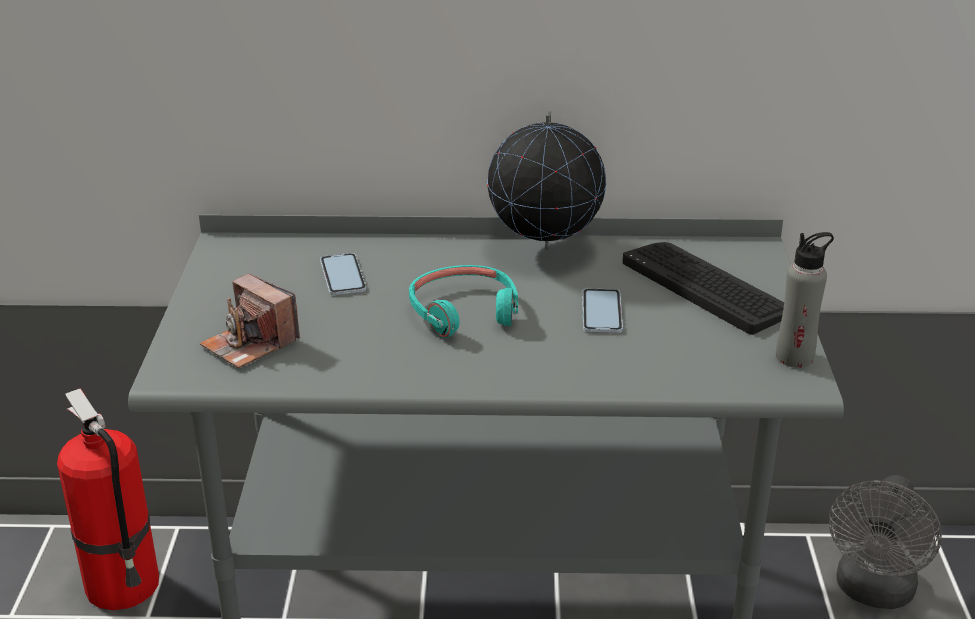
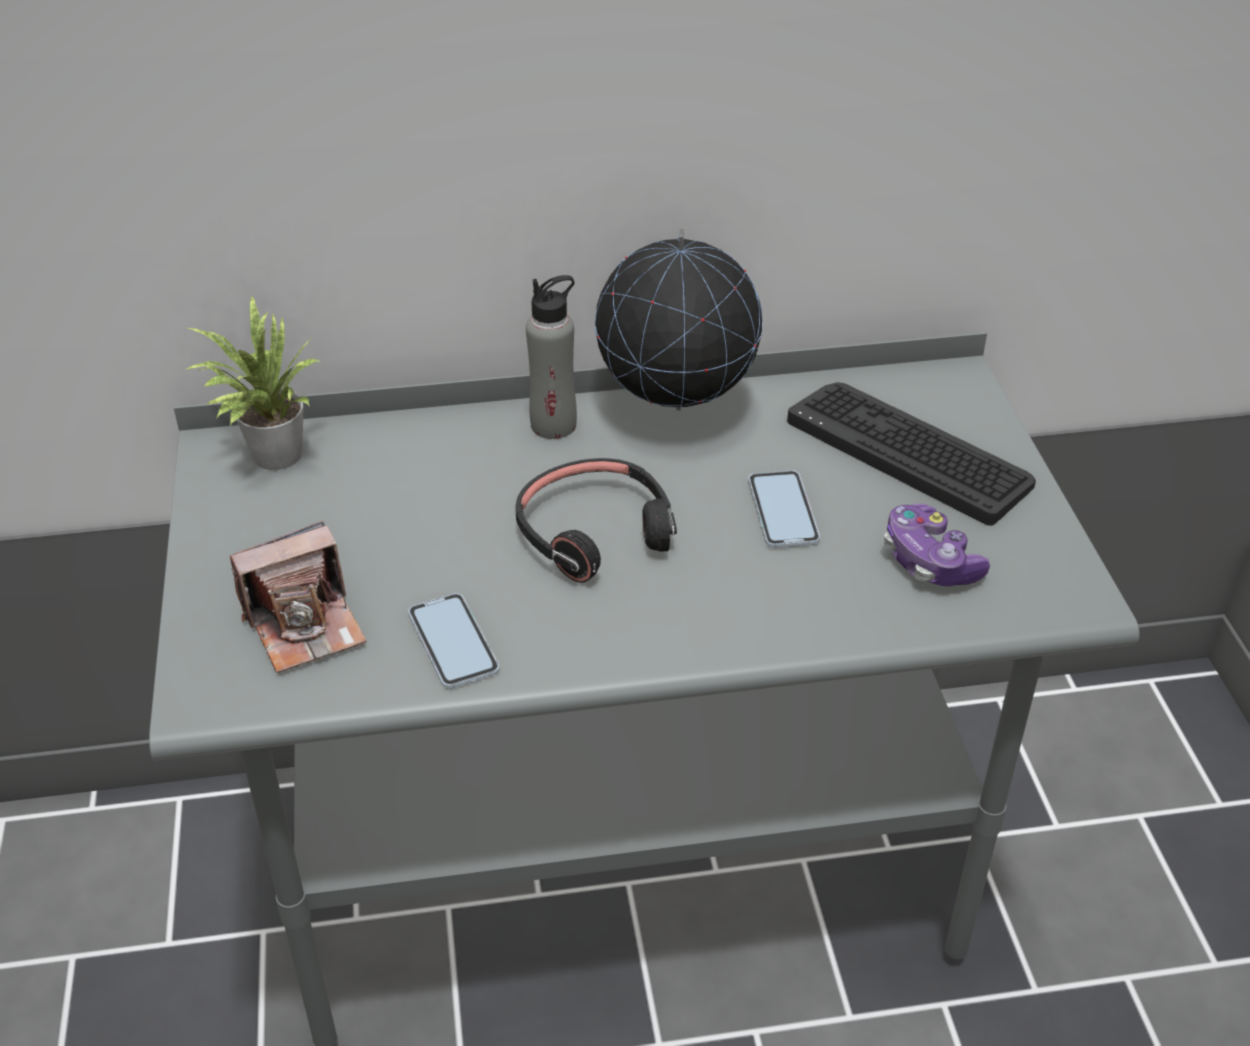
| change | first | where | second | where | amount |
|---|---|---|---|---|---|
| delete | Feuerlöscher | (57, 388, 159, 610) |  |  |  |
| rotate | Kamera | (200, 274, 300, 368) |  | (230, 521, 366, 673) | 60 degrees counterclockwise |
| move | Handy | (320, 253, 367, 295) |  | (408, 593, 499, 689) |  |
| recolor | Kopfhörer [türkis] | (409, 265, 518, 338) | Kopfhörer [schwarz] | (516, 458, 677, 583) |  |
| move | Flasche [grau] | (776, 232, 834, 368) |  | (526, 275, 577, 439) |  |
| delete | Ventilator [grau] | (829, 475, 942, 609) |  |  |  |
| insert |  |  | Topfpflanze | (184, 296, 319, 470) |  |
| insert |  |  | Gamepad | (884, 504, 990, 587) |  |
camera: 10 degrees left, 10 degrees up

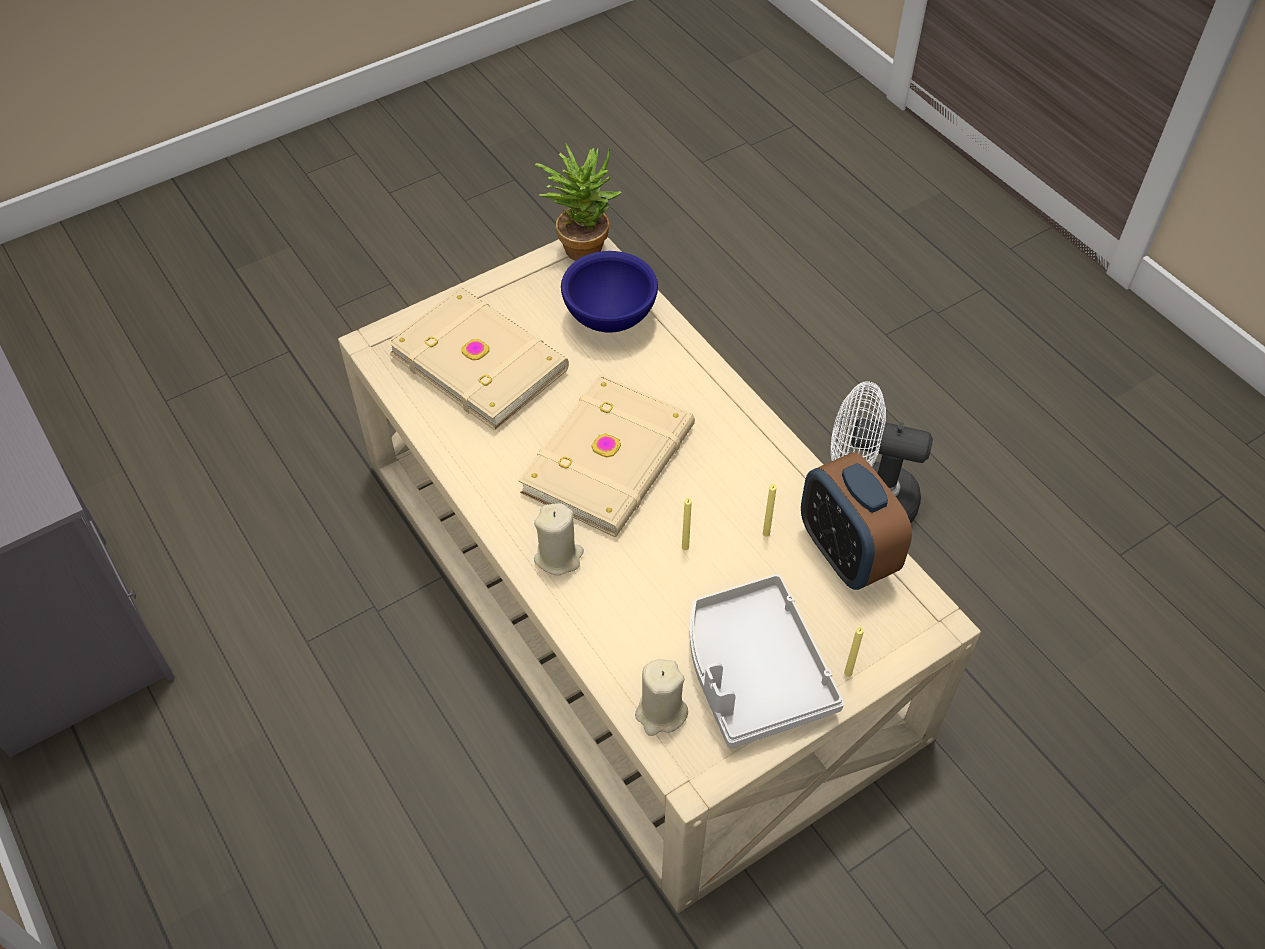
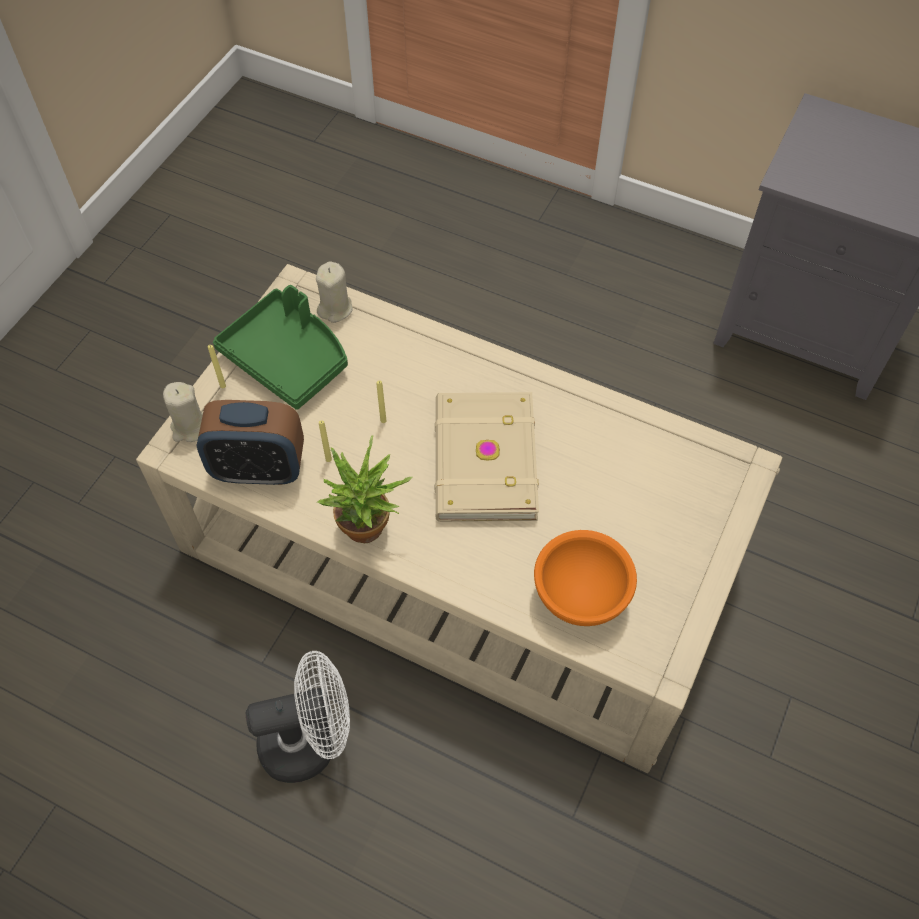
| change | first | where | second | where | amount |
|---|---|---|---|---|---|
| delete | Buch [beige] | (387, 287, 569, 431) |  |  |  |
| move | Kerze [beige] | (534, 503, 584, 575) |  | (163, 382, 203, 442) |  |
| move | Topfpflanze | (535, 144, 622, 261) |  | (317, 436, 413, 543) |  |
| recolor | Schüssel [blau] | (561, 251, 658, 333) | Schüssel [orange] | (534, 530, 637, 626) |  |
| recolor | Tablett [grau] | (690, 574, 844, 748) | Tablett [grün] | (213, 285, 348, 410) |  |
| rotate | Wecker | (801, 452, 912, 590) |  | (197, 400, 304, 485) | 150 degrees clockwise |
camera: 150 degrees right, 5 degrees up

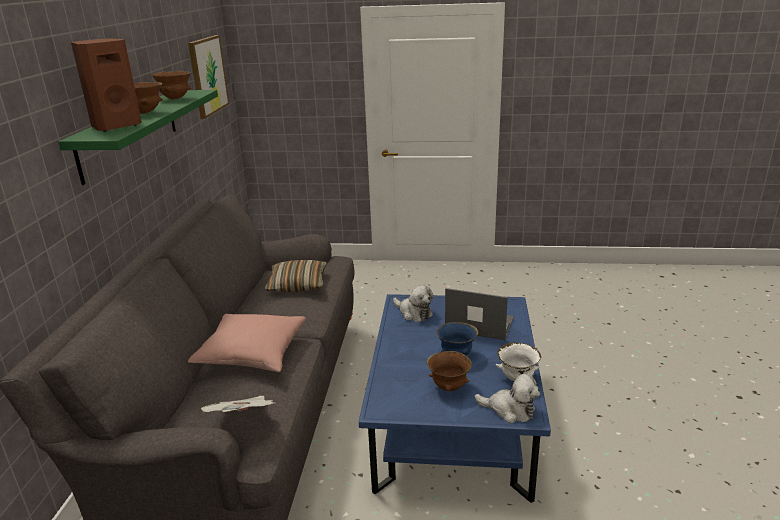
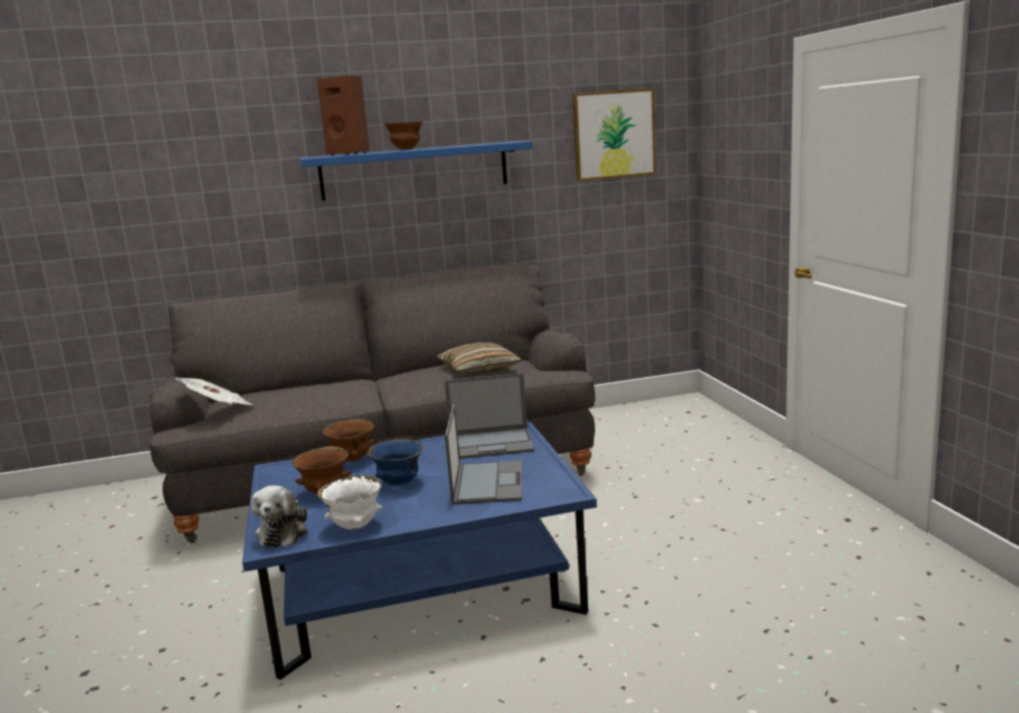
| change | first | where | second | where | amount |
|---|---|---|---|---|---|
| recolor | Wandregal [grün] | (58, 90, 218, 185) | Wandregal [blau] | (300, 141, 532, 201) |  |
| move | Schüssel [braun] | (152, 71, 192, 100) |  | (323, 419, 375, 462) |  |
| delete | Kissen [rosa] | (188, 314, 306, 372) |  |  |  |
| replace | Plüschtier | (393, 285, 434, 322) | Laptop | (444, 373, 534, 459) |  |
camera: 70 degrees right, 10 degrees down

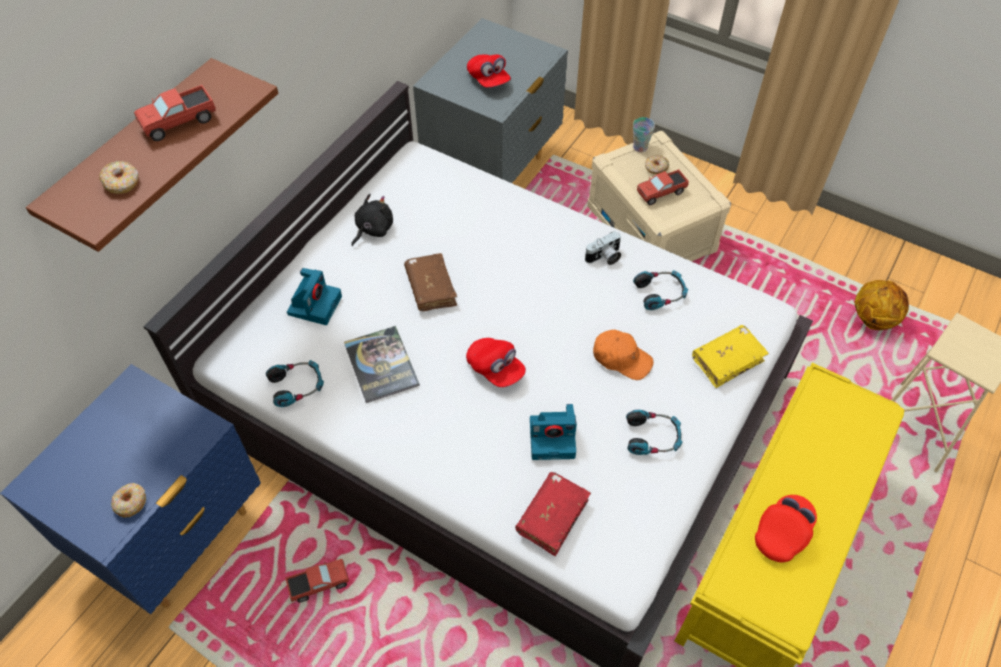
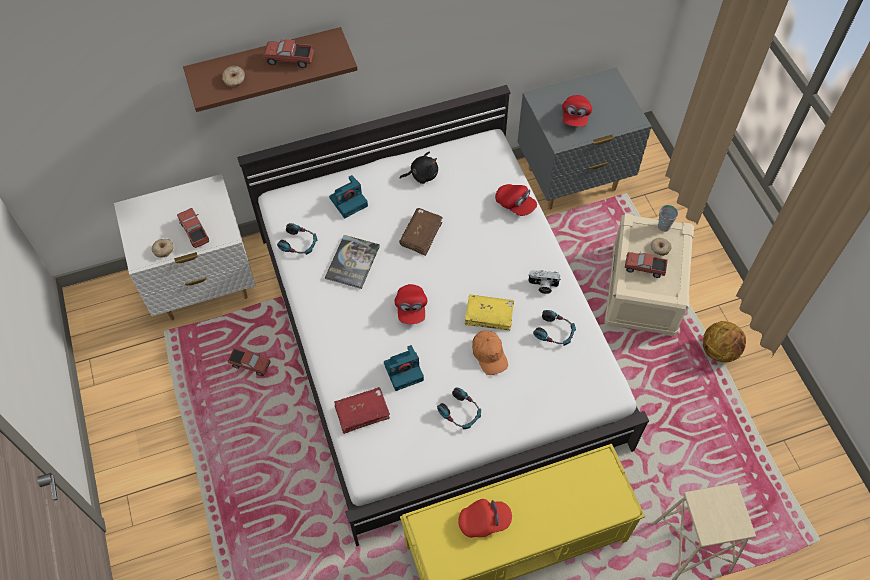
| change | first | where | second | where | amount |
|---|---|---|---|---|---|
| recolor | Nachttisch [blau] | (0, 364, 261, 614) | Nachttisch [weiß] | (114, 174, 256, 320) |  |
| rotate | Kamera | (530, 404, 577, 460) |  | (384, 345, 424, 391) | 60 degrees counterclockwise |
| move | Buch [gelb] | (692, 325, 769, 388) |  | (465, 294, 514, 331) |  |
| move | Basketball | (854, 280, 909, 330) |  | (703, 321, 746, 362) |  |
| insert |  |  | Spielzeuglaster | (177, 208, 209, 248) |  |
| insert |  |  | Kappe [rot] | (495, 184, 537, 216) |  |
camera: 40 degrees right, 5 degrees up

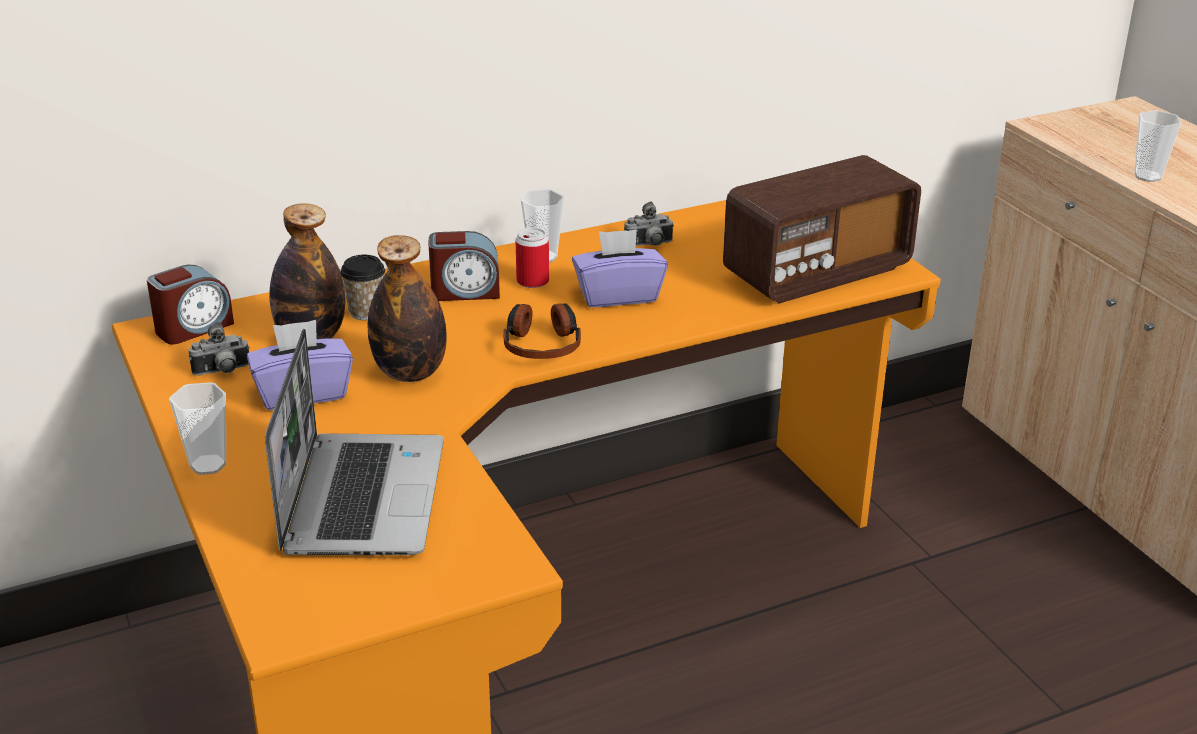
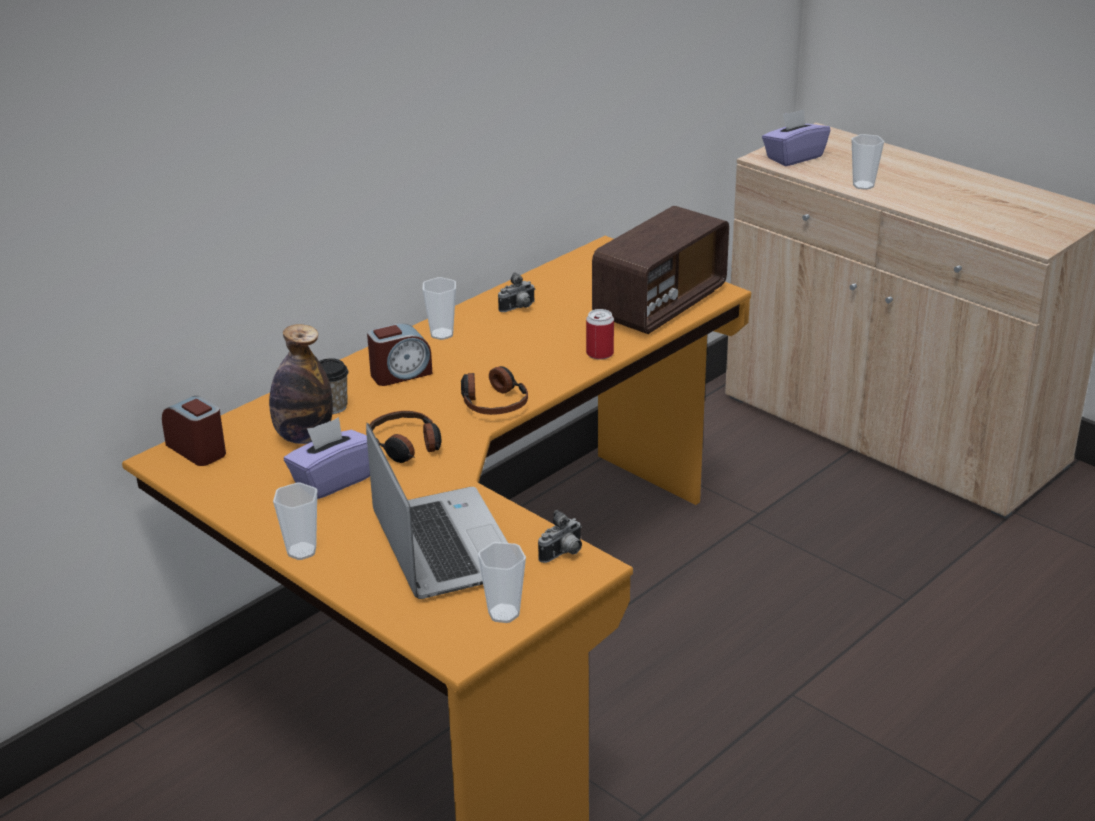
| change | first | where | second | where | amount |
|---|---|---|---|---|---|
| rotate | Wecker | (147, 265, 234, 344) |  | (162, 396, 226, 466) | 75 degrees counterclockwise |
| move | Kamera | (189, 322, 249, 375) |  | (538, 510, 582, 563) |  |
| replace | Flasche | (368, 235, 447, 382) | Kopfhörer | (369, 411, 441, 463) |  |
| move | Dose | (516, 227, 549, 288) |  | (586, 309, 614, 360) |  |
| move | Taschentuchbox [lila] | (572, 229, 668, 307) |  | (762, 109, 830, 166) |  |
| insert |  |  | Tasse | (478, 542, 526, 623) |  |
camera: 20 degrees left, 0 degrees up

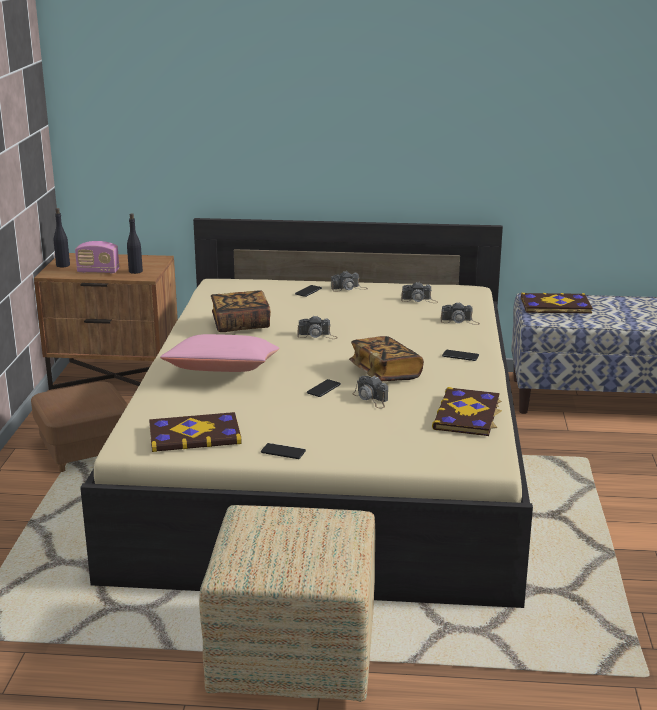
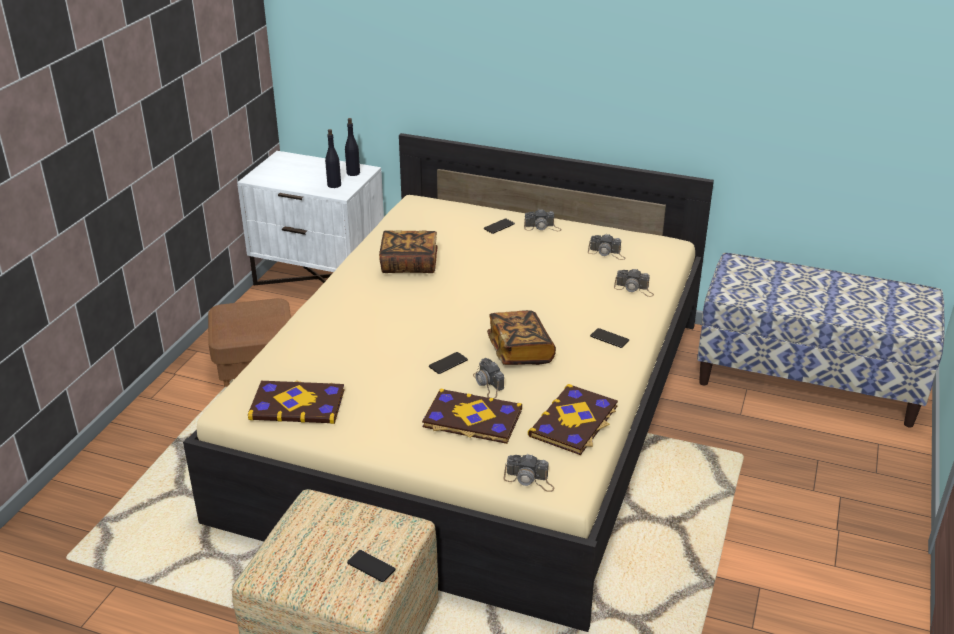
| change | first | where | second | where | amount |
|---|---|---|---|---|---|
| recolor | Nachttisch [braun] | (34, 253, 178, 390) | Nachttisch [weiß] | (237, 151, 384, 285) |  |
| move | Flasche [schwarz] | (54, 208, 70, 268) |  | (345, 118, 360, 176) |  |
| delete | Radio | (75, 241, 119, 273) |  |  |  |
| delete | Kissen [rosa] | (160, 334, 279, 372) |  |  |  |
| move | Handy | (261, 443, 306, 459) |  | (347, 550, 395, 582) |  |
| move | Kamera | (297, 316, 338, 339) |  | (504, 454, 554, 492) |  |
| move | Buch | (521, 293, 593, 314) |  | (422, 388, 522, 444) |  |
camera: 15 degrees right, 10 degrees up

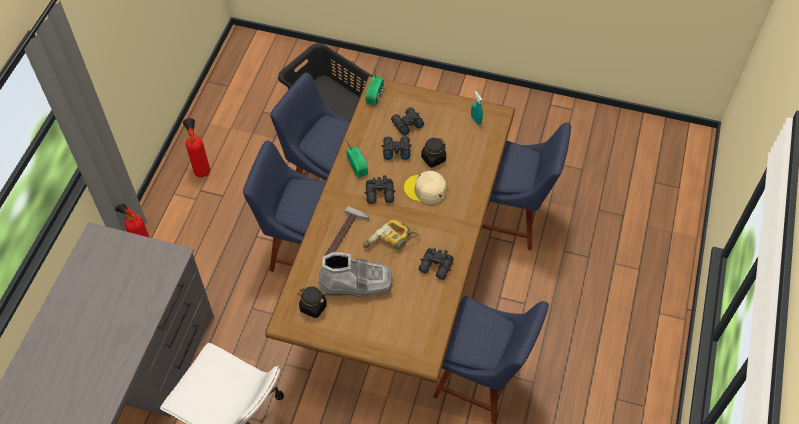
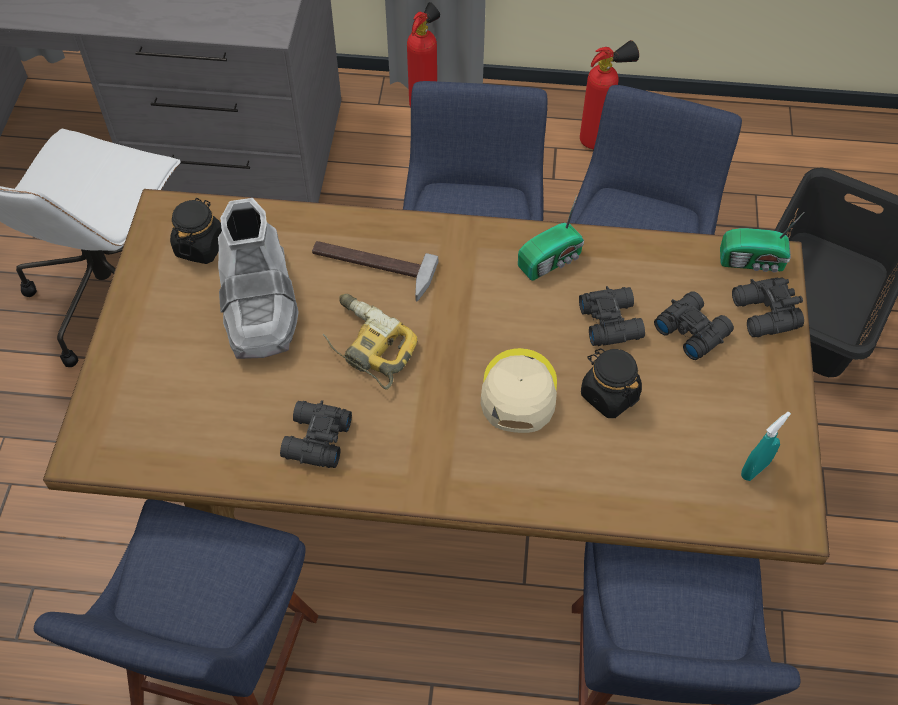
| change | first | where | second | where | amount |
|---|---|---|---|---|---|
| move | Fernglas [schwarz] | (364, 175, 396, 204) |  | (732, 278, 804, 337) |  |
camera: 80 degrees right, 0 degrees up

